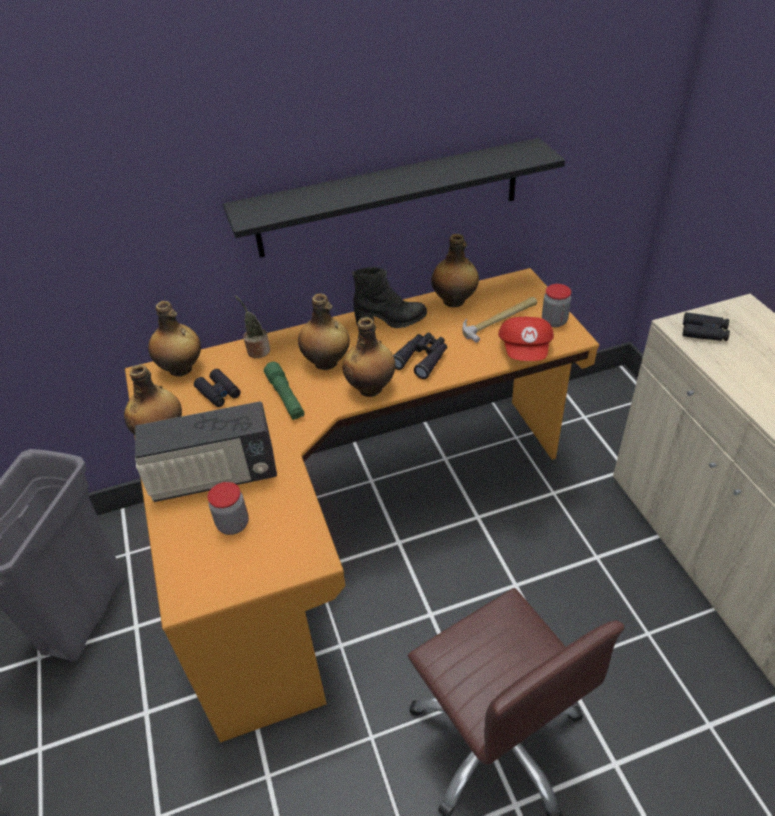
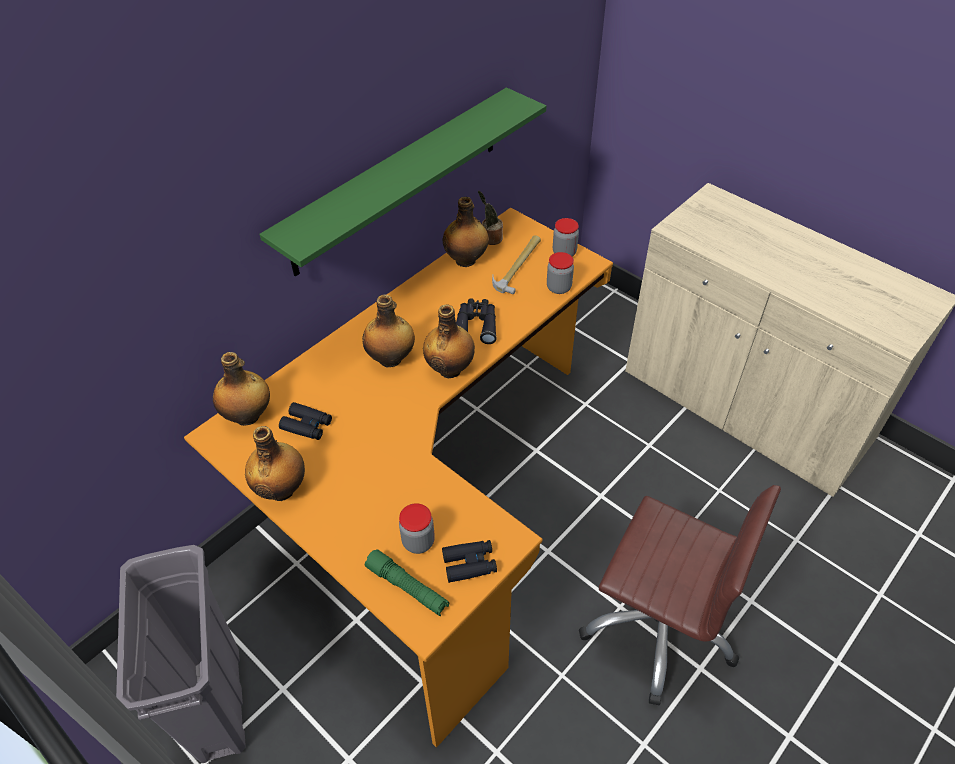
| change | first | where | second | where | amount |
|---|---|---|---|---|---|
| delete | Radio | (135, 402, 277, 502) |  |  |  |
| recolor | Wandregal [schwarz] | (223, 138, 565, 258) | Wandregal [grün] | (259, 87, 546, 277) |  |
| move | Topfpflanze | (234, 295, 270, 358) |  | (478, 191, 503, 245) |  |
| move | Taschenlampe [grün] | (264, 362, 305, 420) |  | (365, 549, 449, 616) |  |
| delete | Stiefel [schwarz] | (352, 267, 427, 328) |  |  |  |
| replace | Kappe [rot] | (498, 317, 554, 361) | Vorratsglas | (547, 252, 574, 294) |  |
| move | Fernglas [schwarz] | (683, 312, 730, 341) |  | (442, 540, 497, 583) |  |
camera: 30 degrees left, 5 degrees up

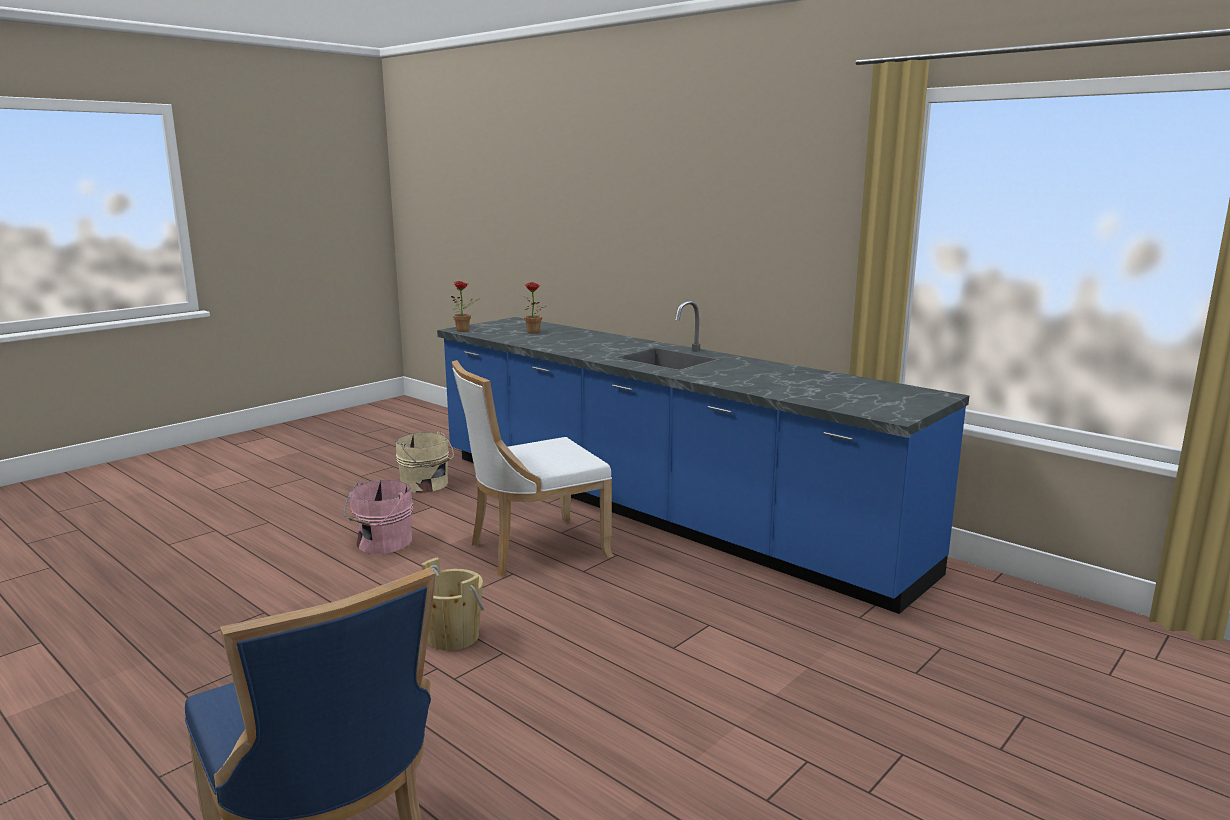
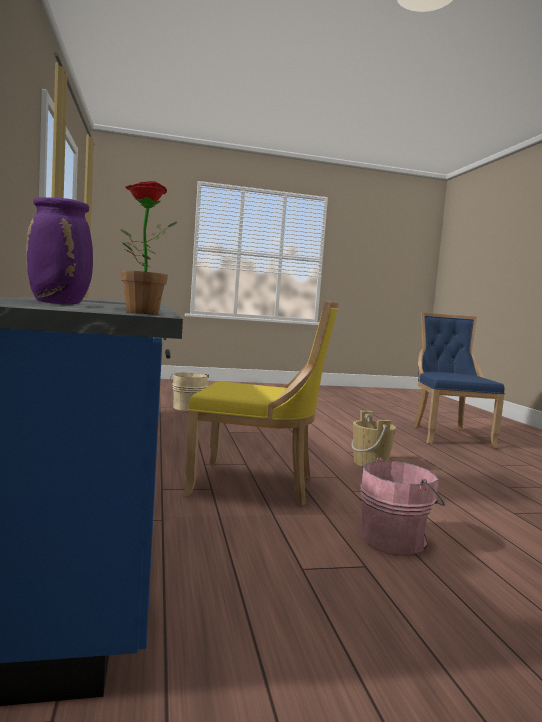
| change | first | where | second | where | amount |
|---|---|---|---|---|---|
| move | Eimer [beige] | (395, 431, 454, 493) |  | (170, 373, 209, 411) |  |
| recolor | Stuhl [weiß] | (451, 360, 613, 576) | Stuhl [gelb] | (183, 301, 339, 505) |  |
| replace | Topfpflanze | (524, 282, 546, 334) | Vase [lila] | (27, 197, 93, 304) |  |
camera: 145 degrees left, 10 degrees down

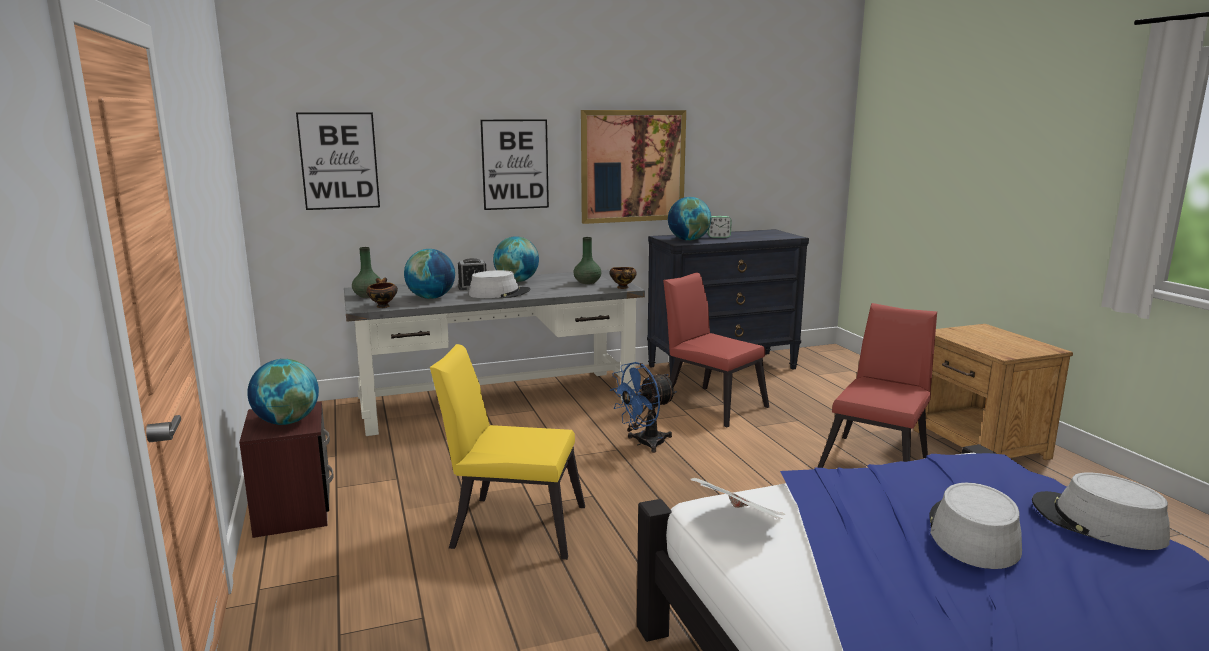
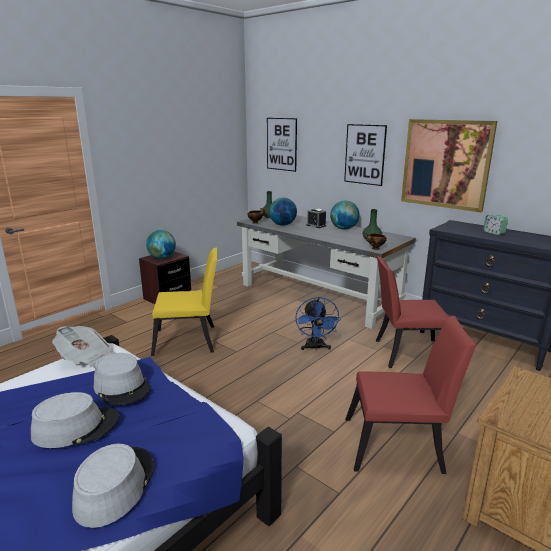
| change | first | where | second | where | amount |
|---|---|---|---|---|---|
| rotate | Stuhl [gelb] | (430, 344, 585, 560) |  | (151, 247, 217, 356) | 105 degrees clockwise |
| move | Hut [grau] | (469, 270, 530, 298) |  | (94, 353, 150, 405) |  |
| rotate | Ventilator [blau] | (610, 362, 677, 453) |  | (295, 297, 341, 351) | 120 degrees counterclockwise |
| rotate | Stuhl [rot] | (662, 273, 769, 427) |  | (376, 256, 449, 368) | 105 degrees counterclockwise |
| delete | Globus | (668, 197, 711, 241) |  |  |  |
camera: 60 degrees right, 5 degrees up

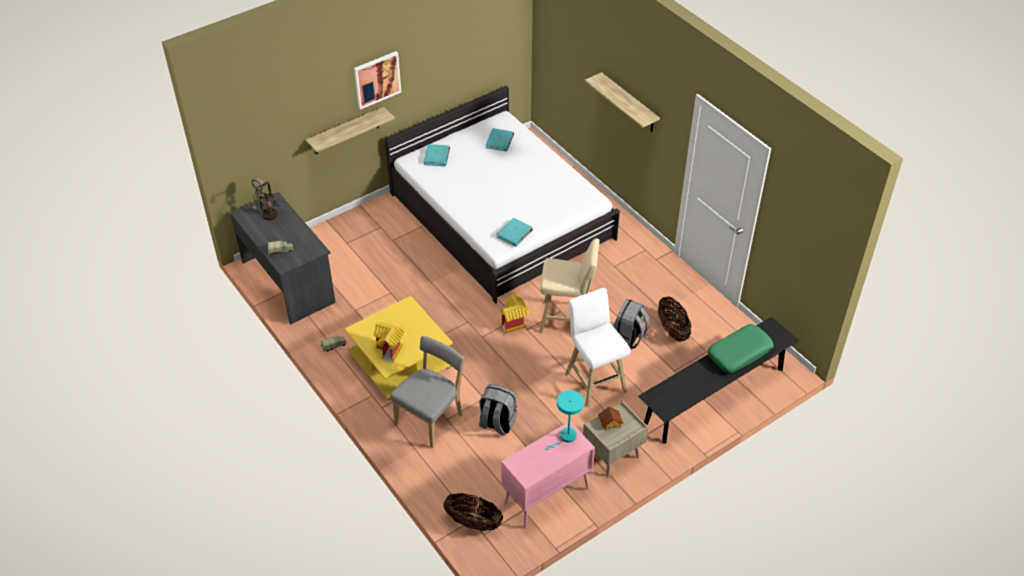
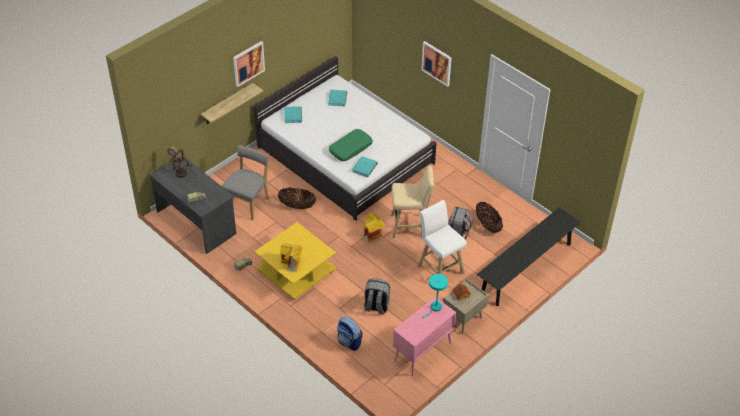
| change | first | where | second | where | amount |
|---|---|---|---|---|---|
| move | Stuhl [grau] | (390, 336, 465, 448) |  | (222, 145, 269, 220) |  |
| move | Korb | (443, 493, 503, 531) |  | (278, 187, 316, 209) |  |
| replace | Wandregal | (585, 72, 660, 132) | Bild | (421, 41, 452, 87) |  |
| move | Kissen [grün] | (708, 324, 774, 373) |  | (329, 129, 373, 161) |  |
| insert |  |  | Rucksack | (337, 316, 363, 351) |  |
camera: 10 degrees left, 0 degrees up

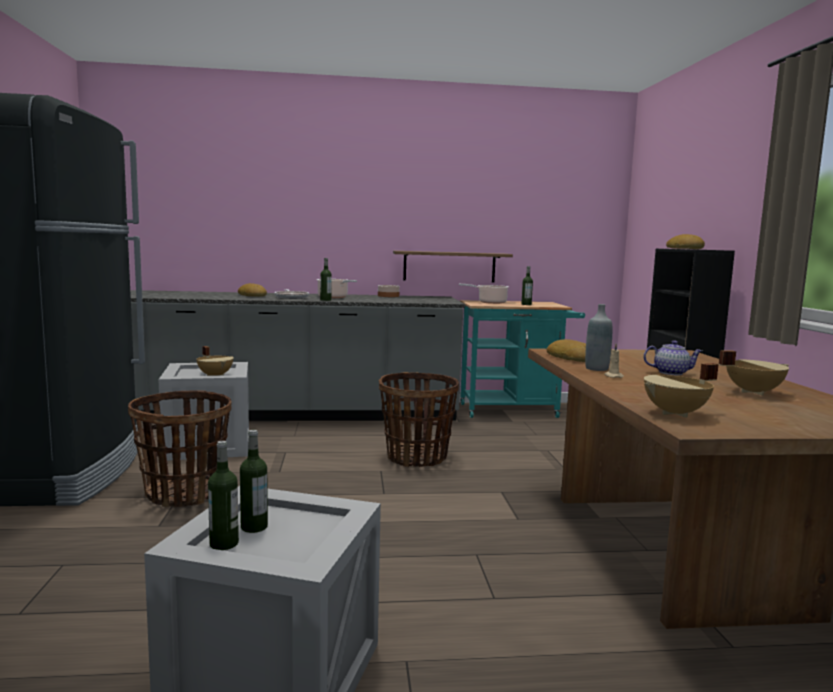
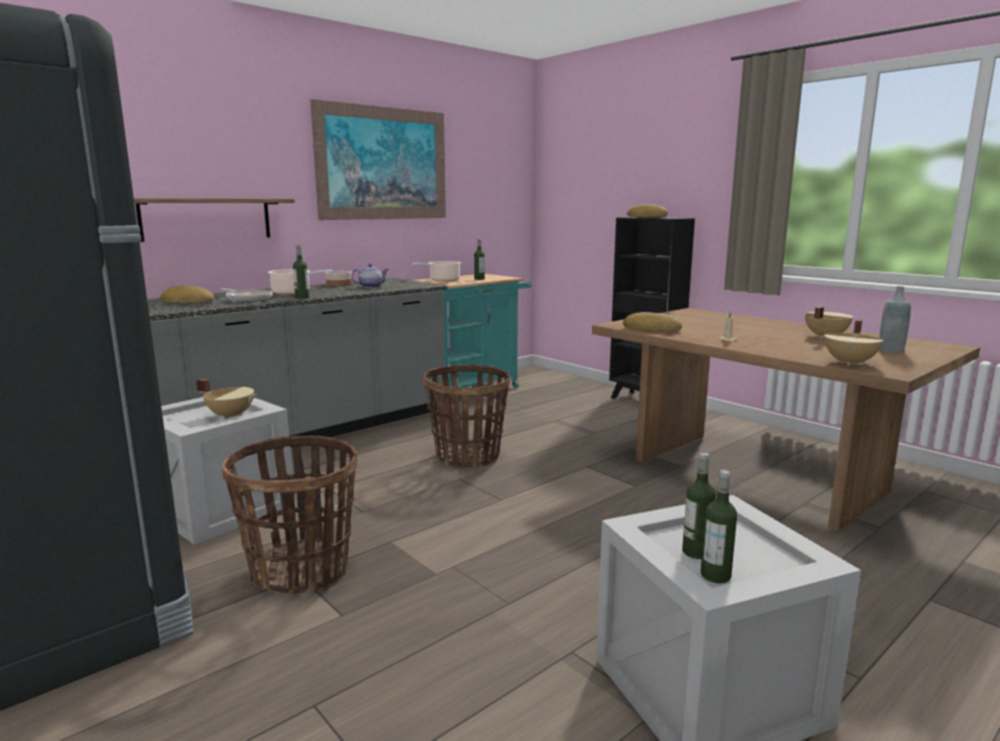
| change | first | where | second | where | amount |
|---|---|---|---|---|---|
| move | Wandregal | (393, 251, 513, 283) |  | (134, 198, 295, 242) |  |
| move | Flasche [grau] | (585, 304, 612, 371) |  | (879, 286, 911, 354) |  |
| move | Teekanne | (644, 341, 702, 375) |  | (351, 264, 389, 288) |  |
| insert |  |  | Bild | (310, 99, 446, 220) |  |
camera: 35 degrees left, 5 degrees up

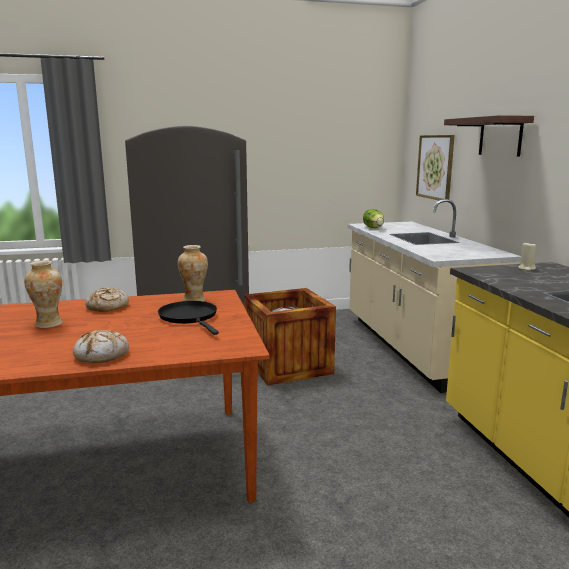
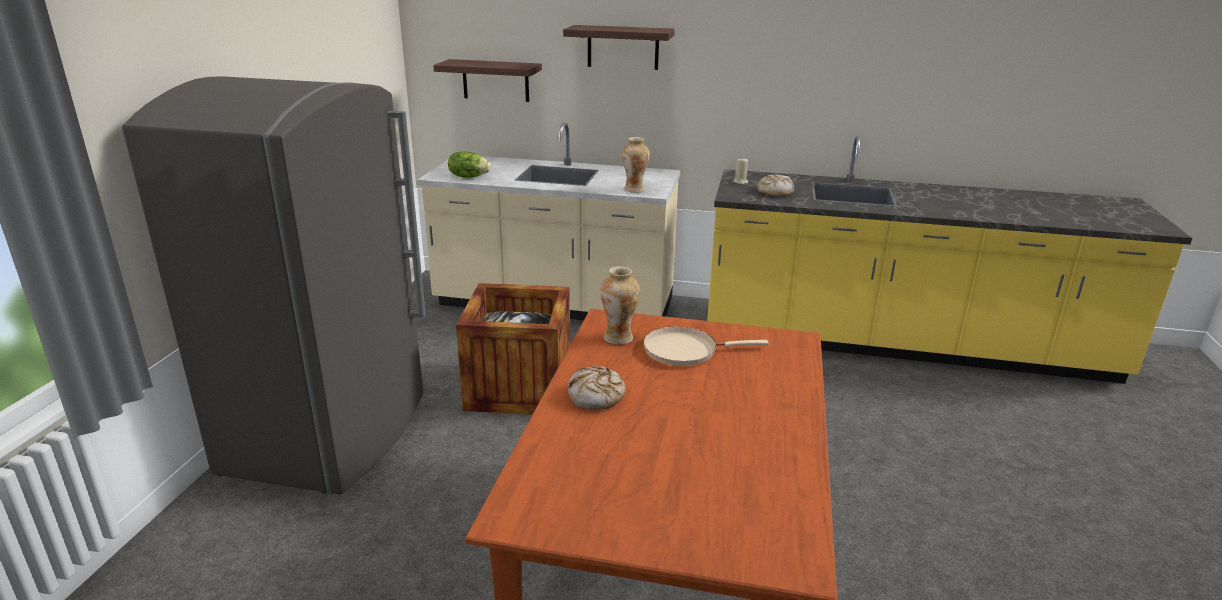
| change | first | where | second | where | amount |
|---|---|---|---|---|---|
| move | Vase | (24, 260, 62, 328) |  | (622, 137, 650, 193) |  |
| move | Brot | (73, 330, 129, 363) |  | (757, 174, 794, 197) |  |
| recolor | Pfanne [schwarz] | (158, 301, 219, 335) | Pfanne [beige] | (643, 326, 769, 366) |  |
| replace | Bild | (416, 135, 455, 200) | Wandregal | (433, 59, 542, 102) |  |
camera: 65 degrees left, 10 degrees up

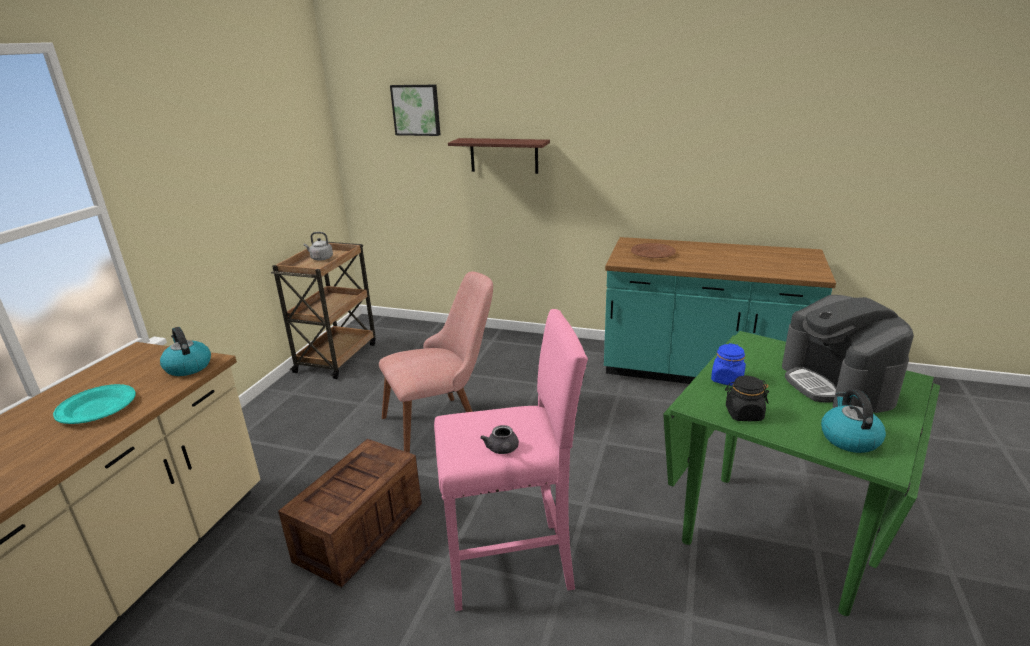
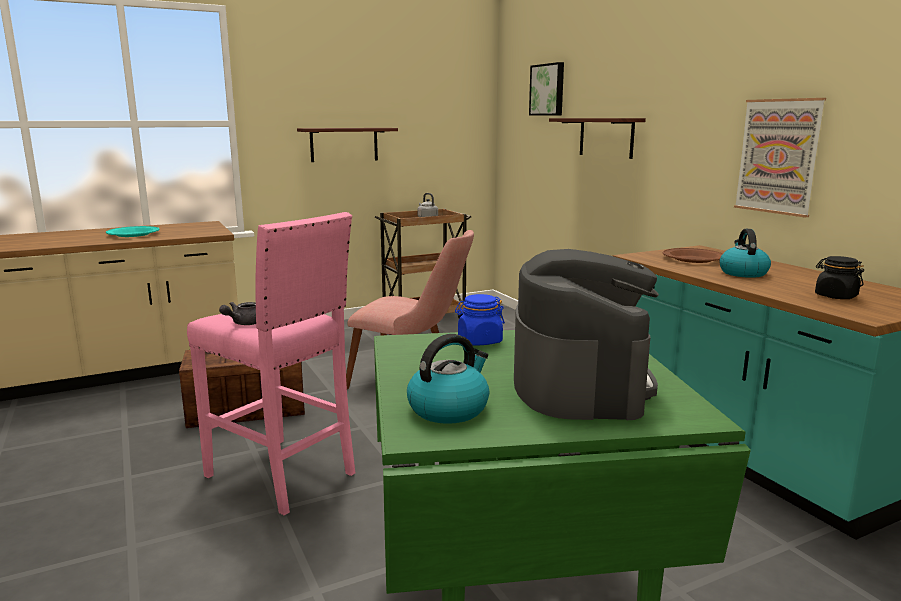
| change | first | where | second | where | amount |
|---|---|---|---|---|---|
| move | Wasserkessel | (160, 327, 211, 376) |  | (719, 229, 771, 278) |  |
| move | Vorratsglas [schwarz] | (725, 376, 769, 421) |  | (815, 256, 864, 299) |  |
| rotate | Kaffeemaschine | (782, 295, 914, 413) |  | (514, 249, 659, 420) | 150 degrees clockwise |
| insert |  |  | Wandregal | (297, 128, 398, 162) |  |
| insert |  |  | Bild | (734, 98, 826, 217) |  |
camera: 45 degrees right, 10 degrees down

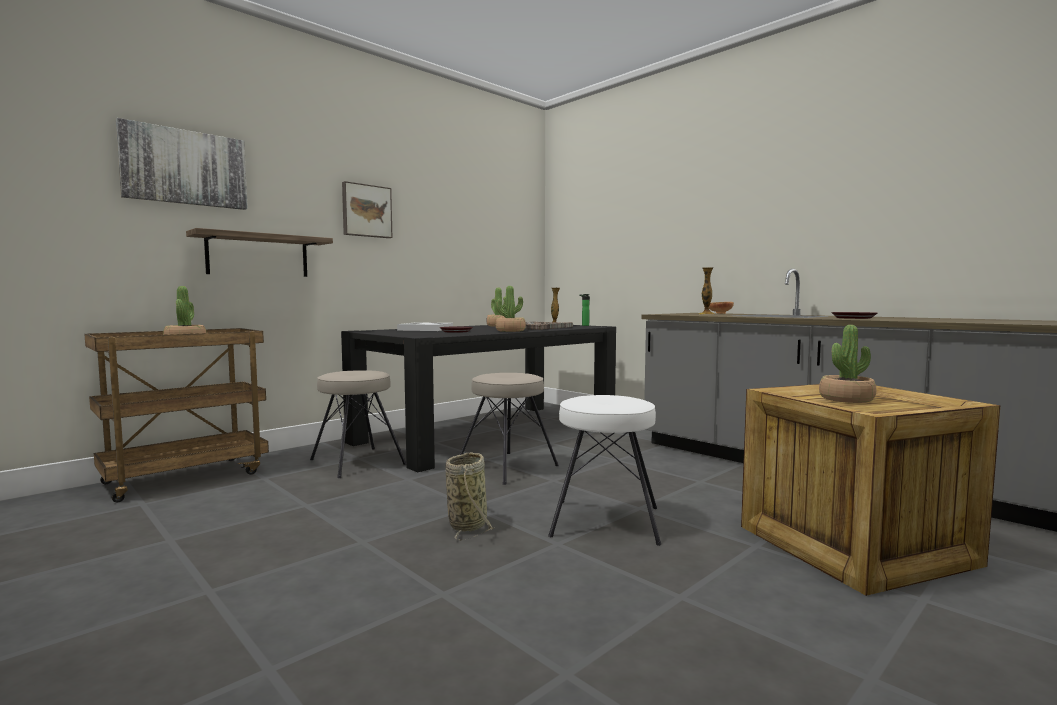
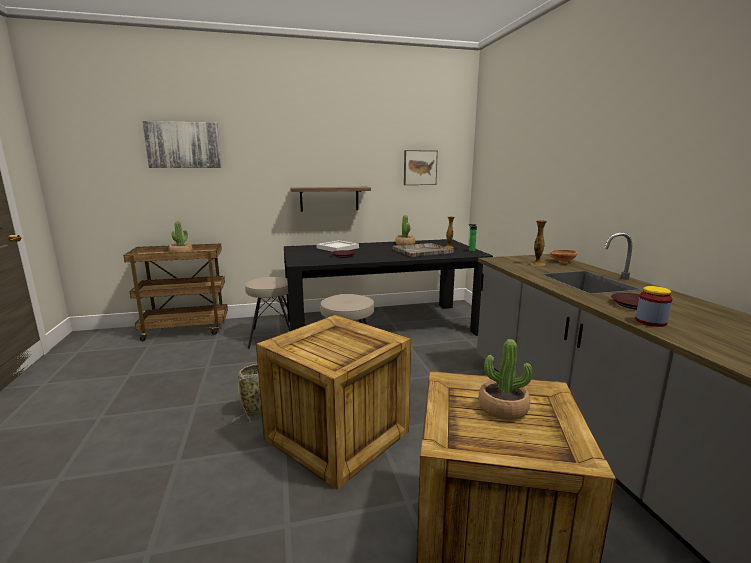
| change | first | where | second | where | amount |
|---|---|---|---|---|---|
| move | Wandregal | (186, 228, 333, 277) |  | (290, 187, 371, 212) |  |
| move | Bild | (342, 181, 392, 238) |  | (404, 150, 438, 185) |  |
| delete | Topfpflanze | (496, 286, 526, 332) |  |  |  |
| replace | Hocker [weiß] | (548, 395, 661, 546) | Kiste | (256, 315, 411, 490) |  |
| insert |  |  | Vorratsglas | (635, 286, 672, 327) |  |
camera: 30 degrees right, 10 degrees up

